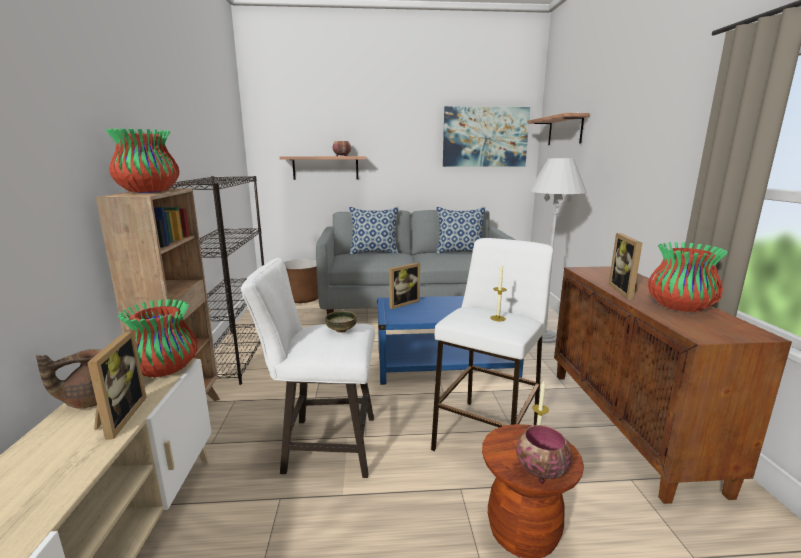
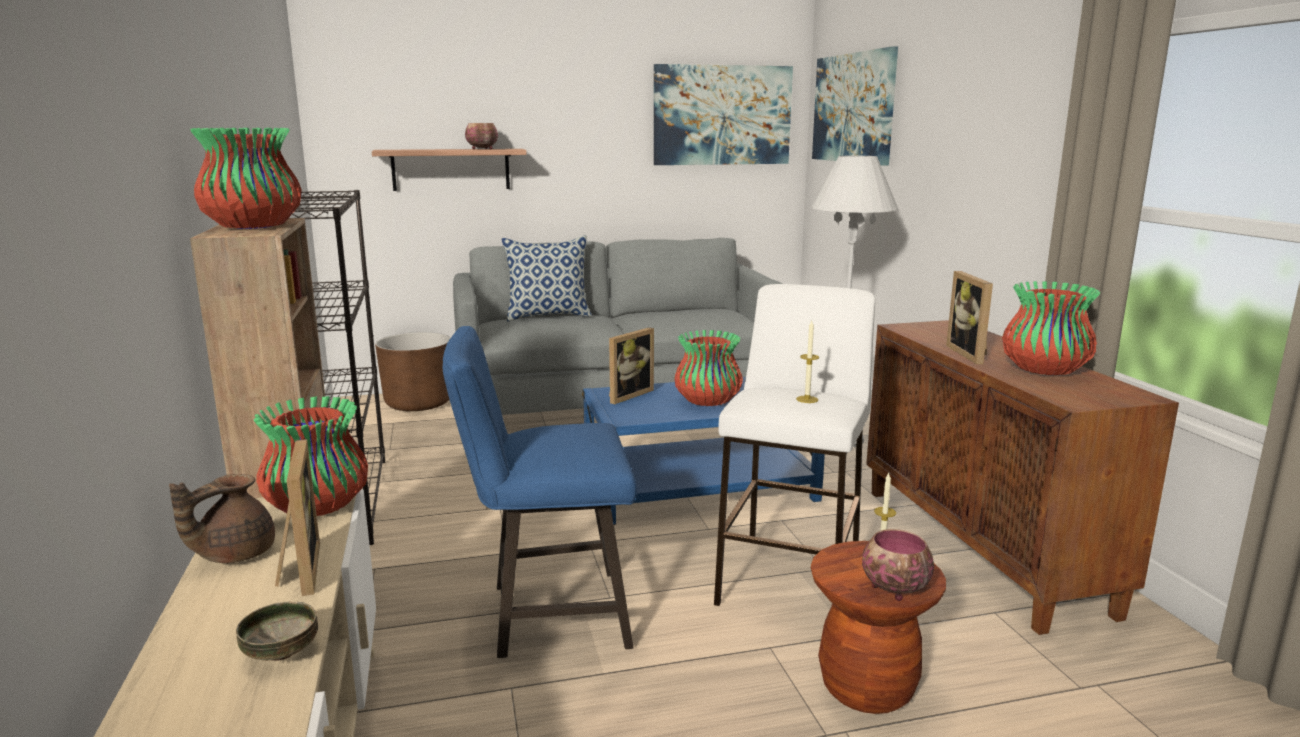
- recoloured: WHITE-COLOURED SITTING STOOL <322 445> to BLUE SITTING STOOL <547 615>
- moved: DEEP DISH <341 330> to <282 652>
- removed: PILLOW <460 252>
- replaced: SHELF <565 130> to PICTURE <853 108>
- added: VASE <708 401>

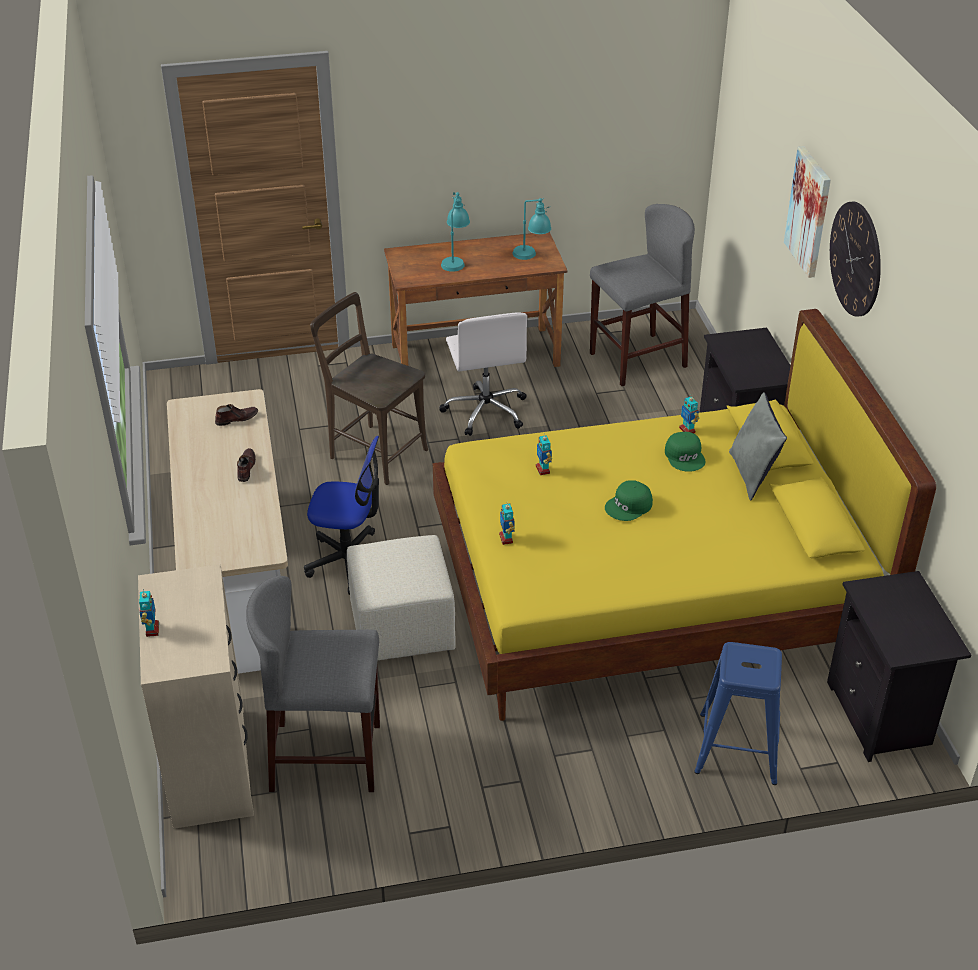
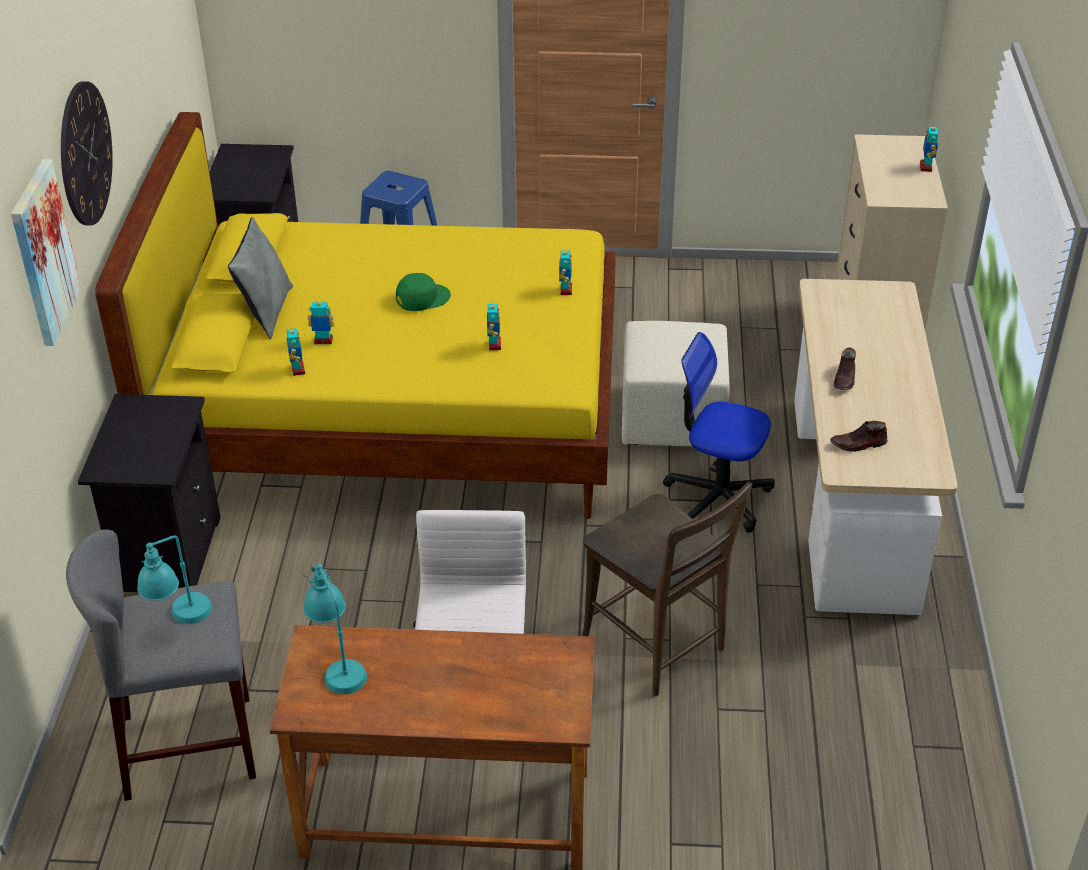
- removed: GREYISH SITTING STOOL <326 757>
- moved: TURQUOISE TABLETOP LAMP <455 259> to <180 621>
- replaced: GREENISH BASEBALL CAP <685 456> to TOY ROBOT <323 341>

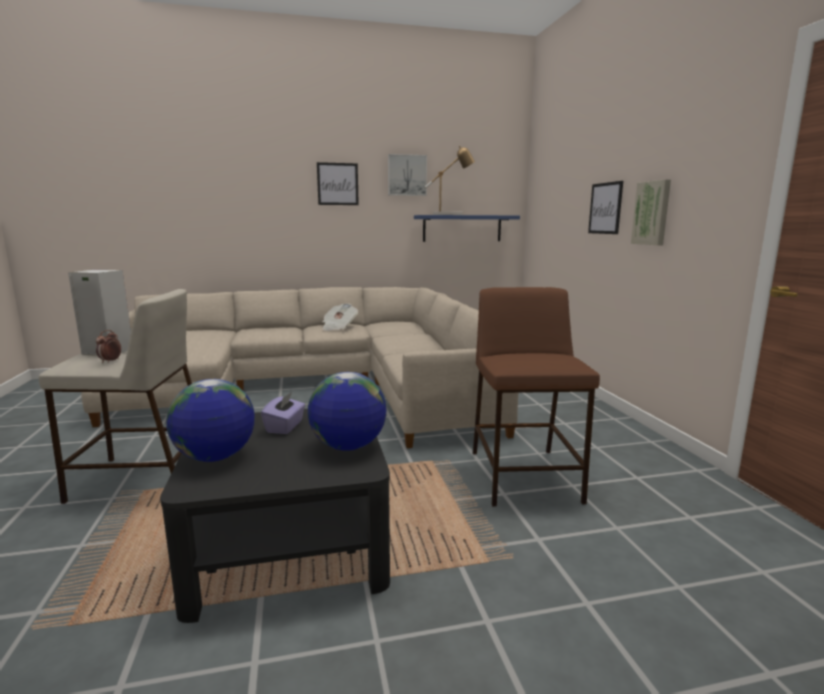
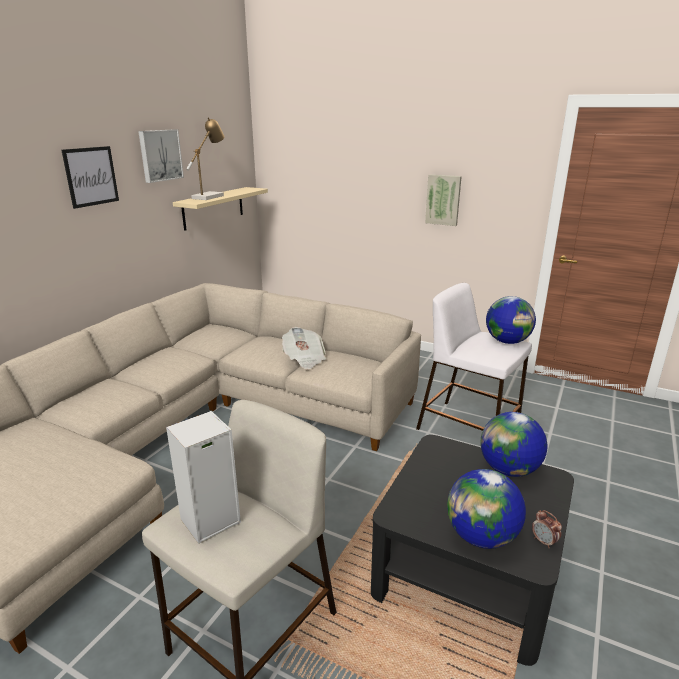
- moved: BEDSIDE CLOCK <110 361> to <544 542>
- removed: PURPLISH TISSUE HOLDER <285 427>
- moved: NEWSPAPER <338 327> to <304 359>
- recoloured: BLUE SHELF <462 228> to SAND-COLOURED SHELF <213 208>
- recoloured: BROWN SITTING STOOL <525 476> to WHITE-COLOURED SITTING STOOL <469 428>
- removed: PICTURE <605 208>
- added: DESK GLOBE <507 341>

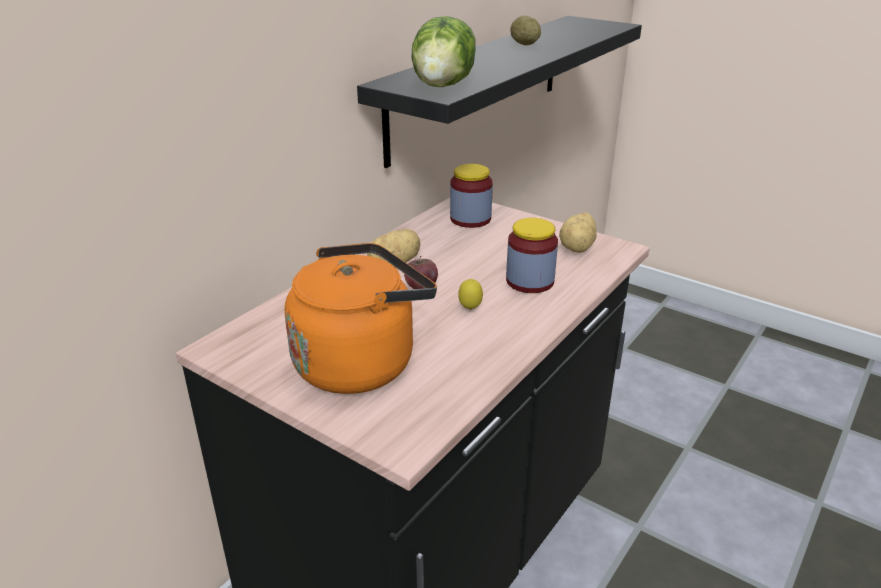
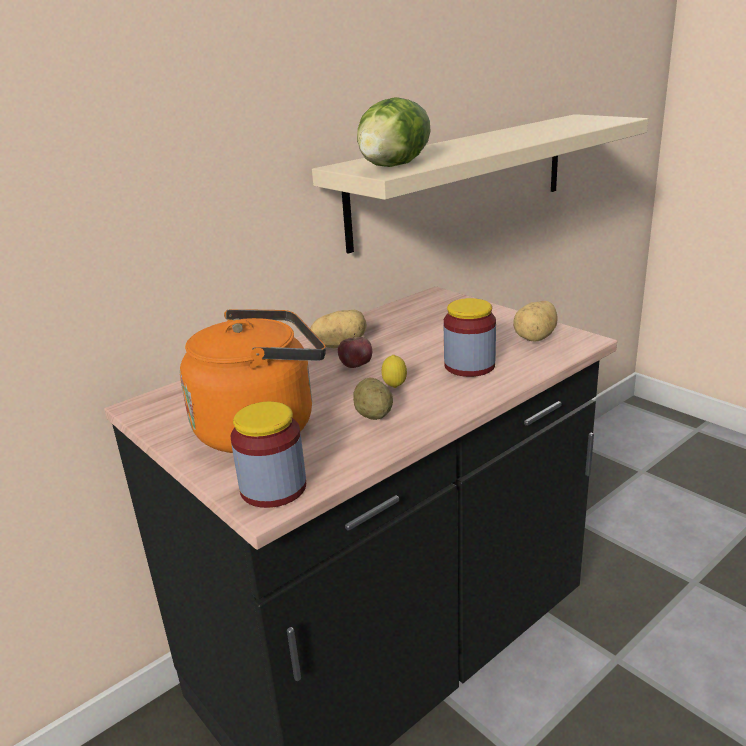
- recoloured: BLACK SHELF <479 84> to SAND-COLOURED SHELF <462 178>
- moved: JAR <470 219> to <273 488>
- moved: SPUD <524 44> to <373 415>

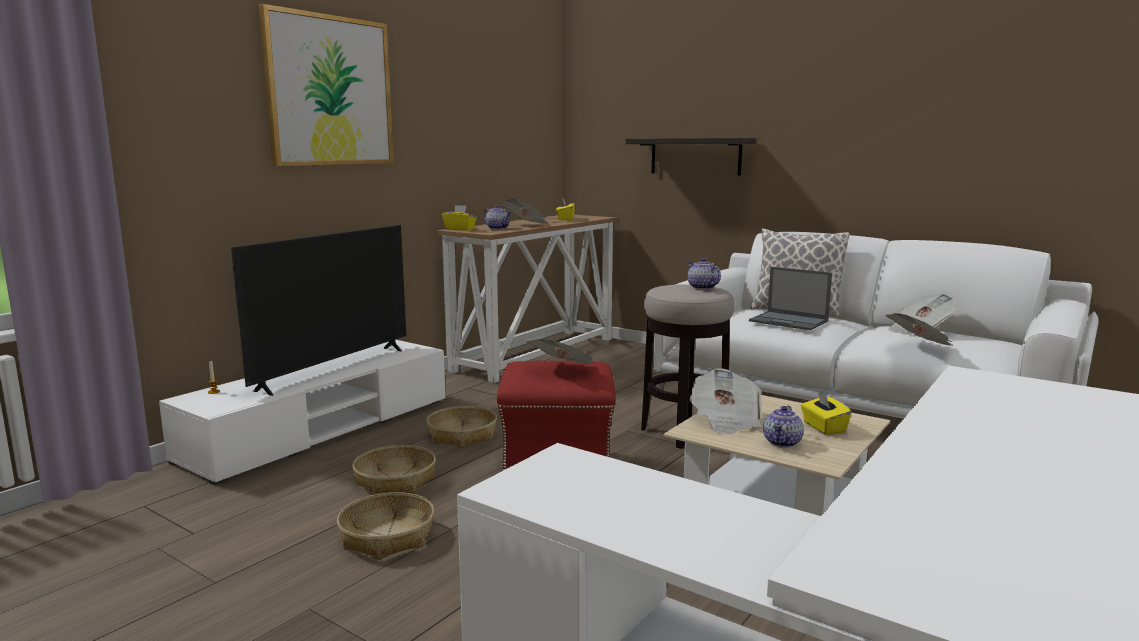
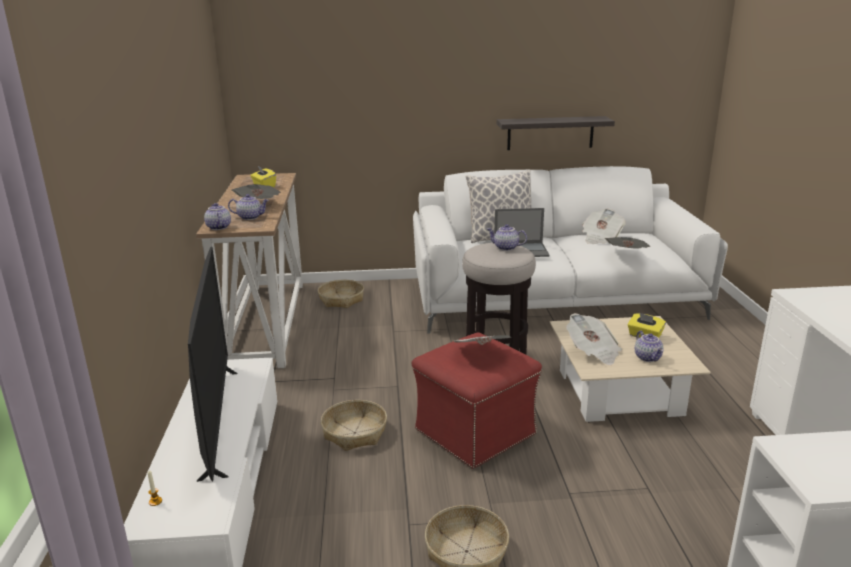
- removed: PICTURE <330 91>
- moved: HOUSEHOLD BASKET <395 481> to <341 300>
- replaced: YELLOW TISSUE HOLDER <460 229> to TEAPOT <218 227>
- moved: SHELF <695 156> to <550 133>

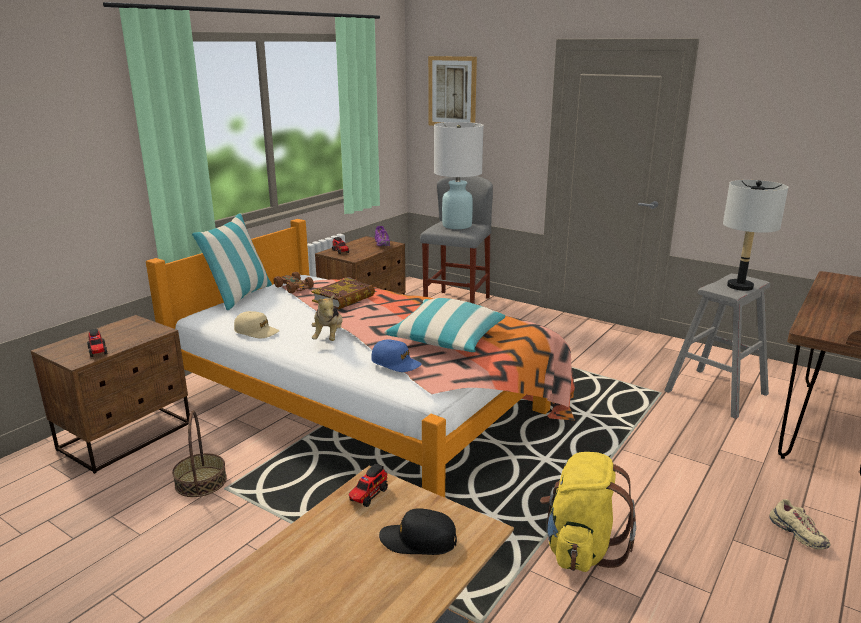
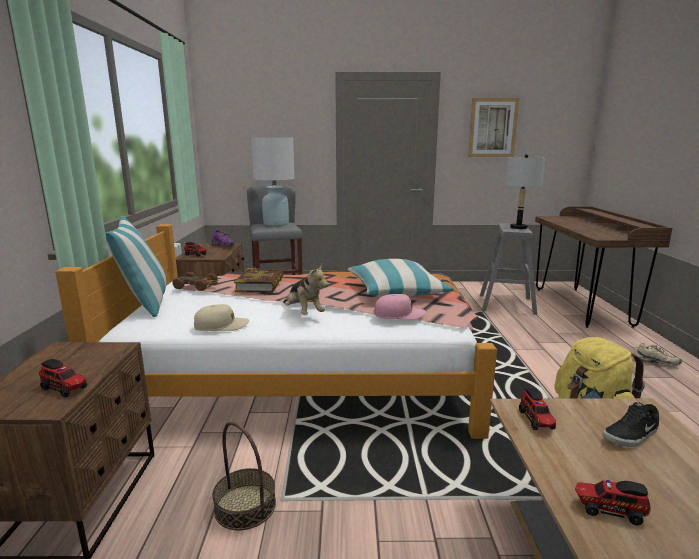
- recoloured: BLUE BASEBALL CAP <396 363> to PINK-COLOURED BASEBALL CAP <399 315>
- replaced: BLACK BASEBALL CAP <418 540> to BLACK LOW SHOE <631 435>
- moved: PICTURE <452 92> to <492 128>
- added: MODEL TRUCK <608 510>

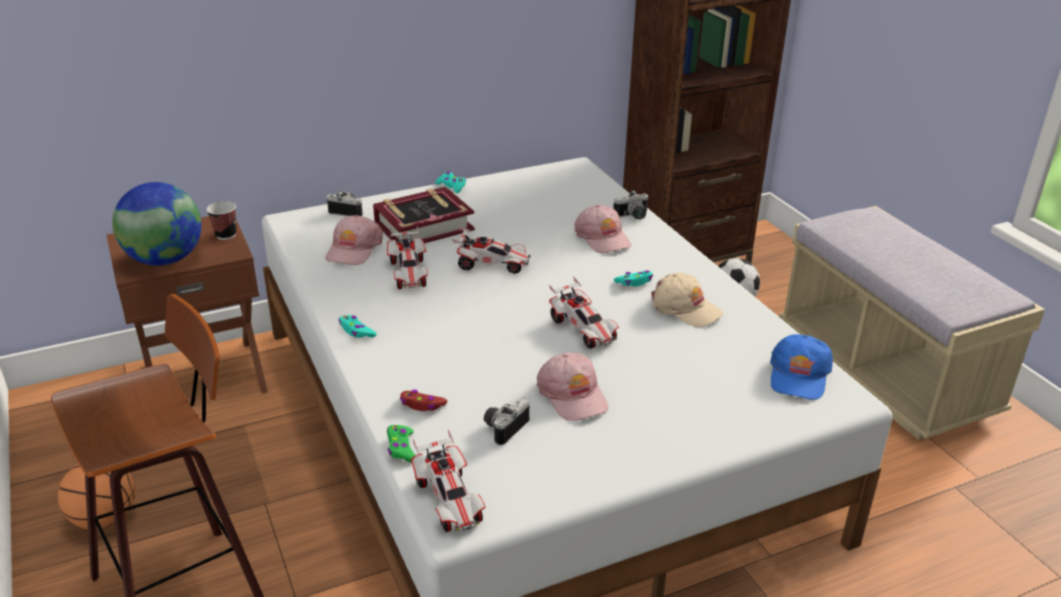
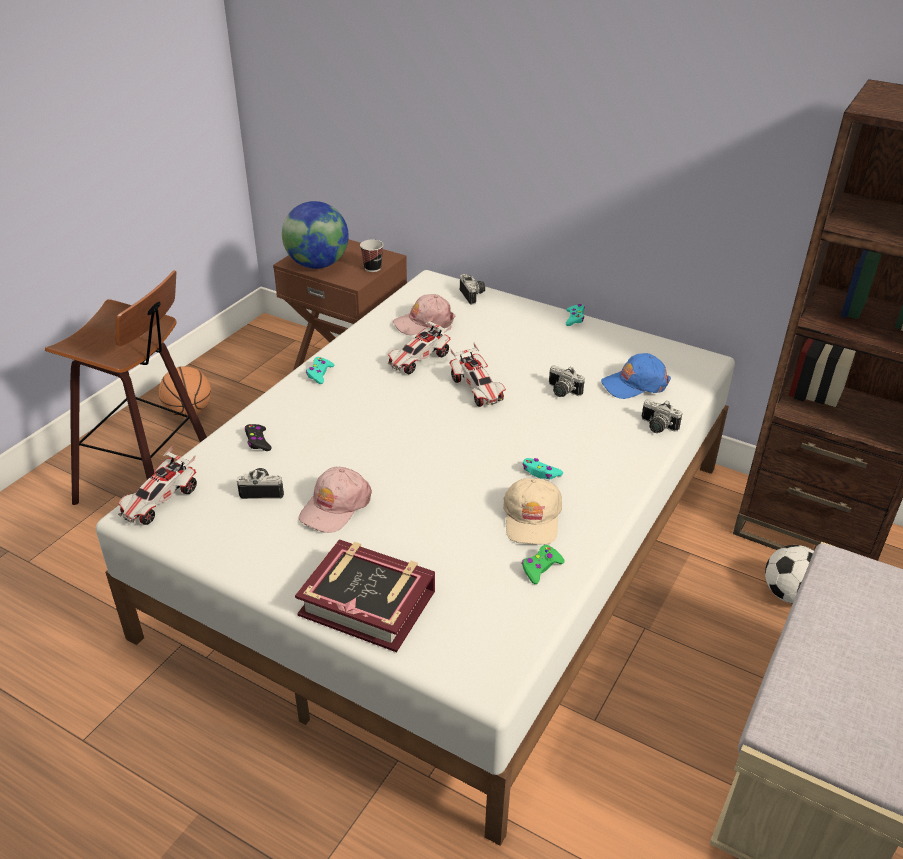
- moved: BOOK <423 226> to <368 602>
- moved: GREENISH GAMEPAD <401 448> to <541 568>
- recoloured: RED-COLOURED GAMEPAD <422 405> to BLACK GAMEPAD <258 441>
- removed: TOY CAR <583 329>
- removed: PINK-COLOURED BASEBALL CAP <603 237>
- moved: BLUE BASEBALL CAP <799 375> to <635 384>
- added: PHOTO CAMERA <561 392>

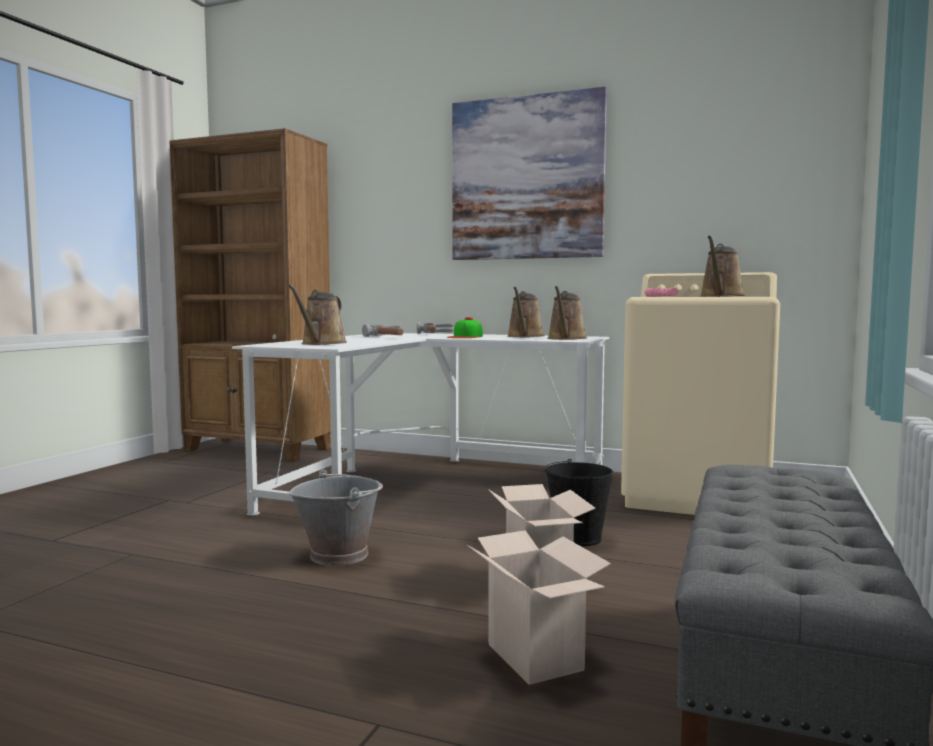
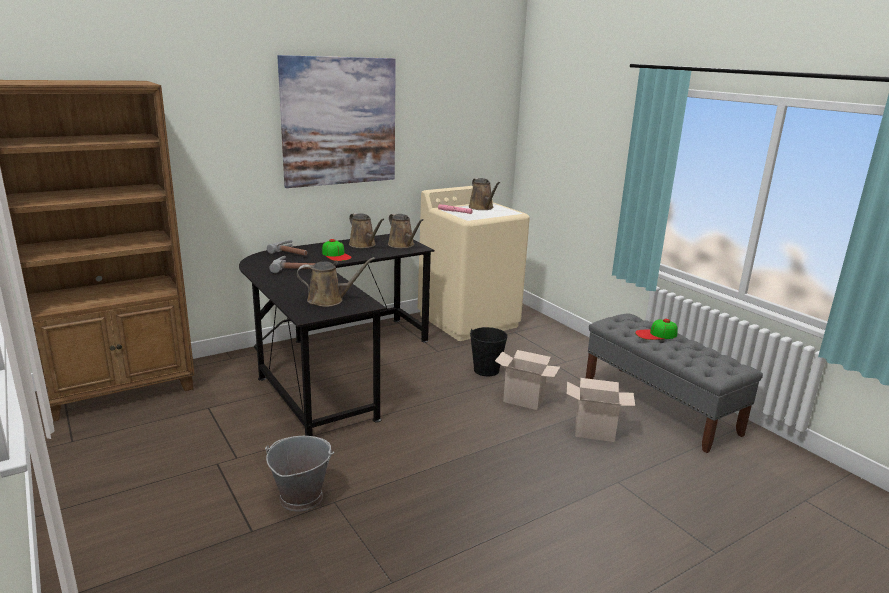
- recoloured: WHITE-COLOURED DESK <427 481> to BLACK DESK <332 366>
- turned: BROWN WATERING POT <321 343> = <329 300> 60 degrees counterclockwise
- moved: GREYISH PAIL <339 555> to <300 497>
- added: BASEBALL CAP <656 334>

